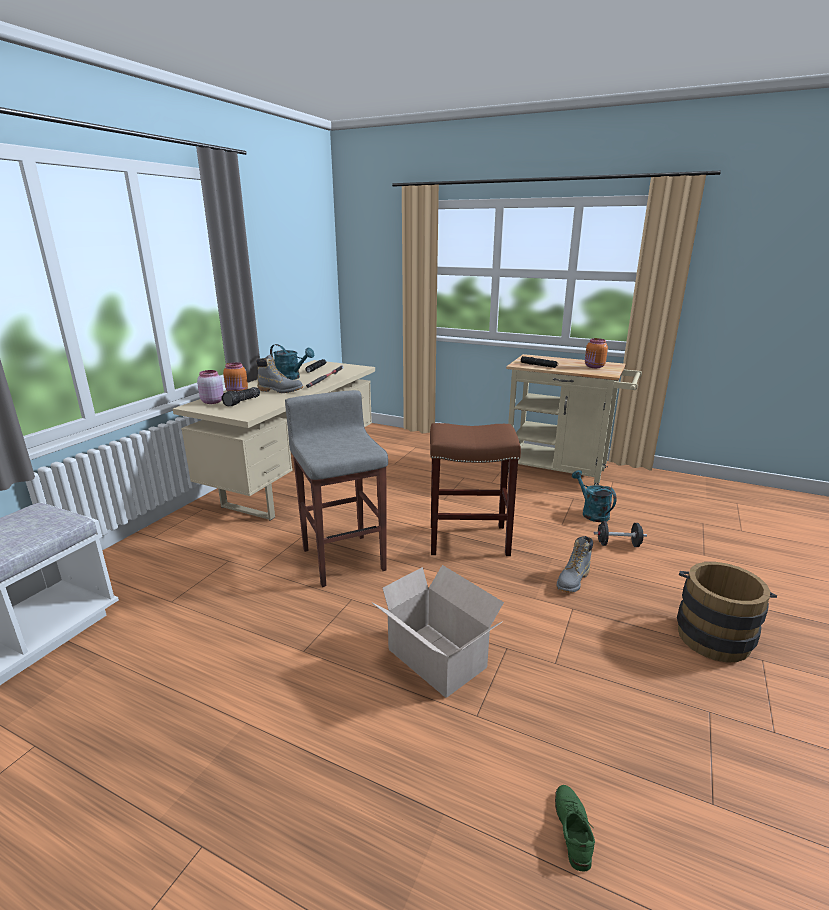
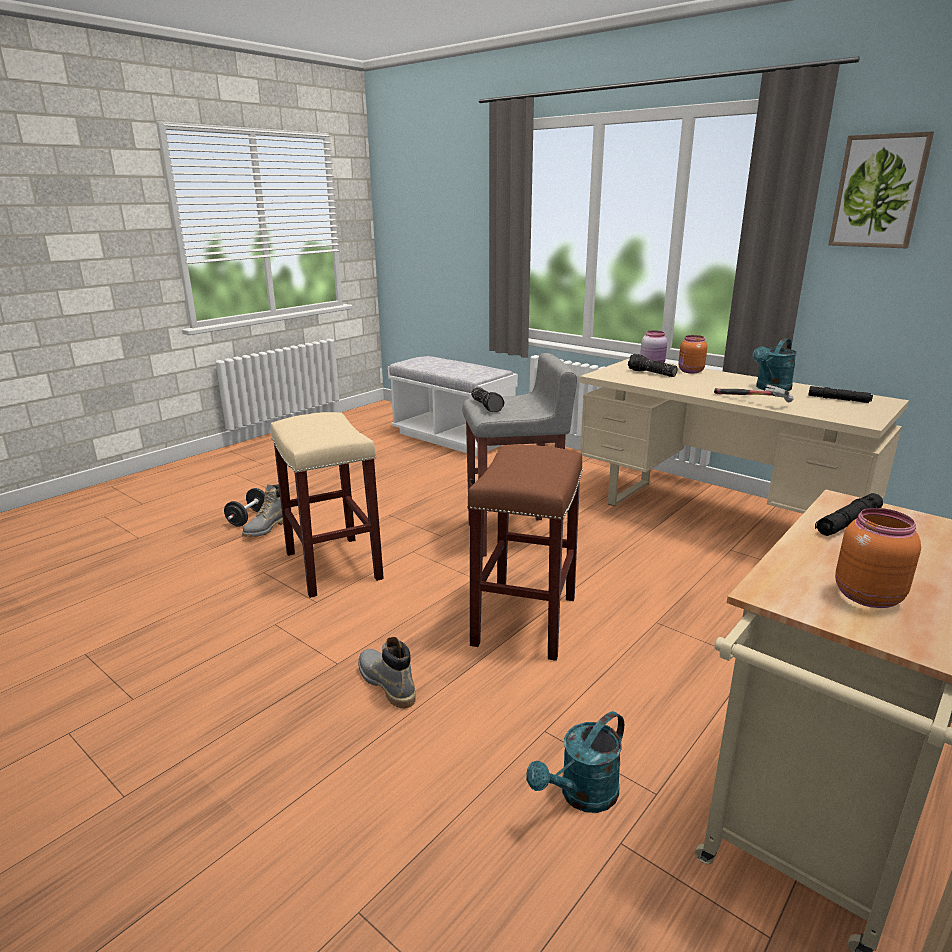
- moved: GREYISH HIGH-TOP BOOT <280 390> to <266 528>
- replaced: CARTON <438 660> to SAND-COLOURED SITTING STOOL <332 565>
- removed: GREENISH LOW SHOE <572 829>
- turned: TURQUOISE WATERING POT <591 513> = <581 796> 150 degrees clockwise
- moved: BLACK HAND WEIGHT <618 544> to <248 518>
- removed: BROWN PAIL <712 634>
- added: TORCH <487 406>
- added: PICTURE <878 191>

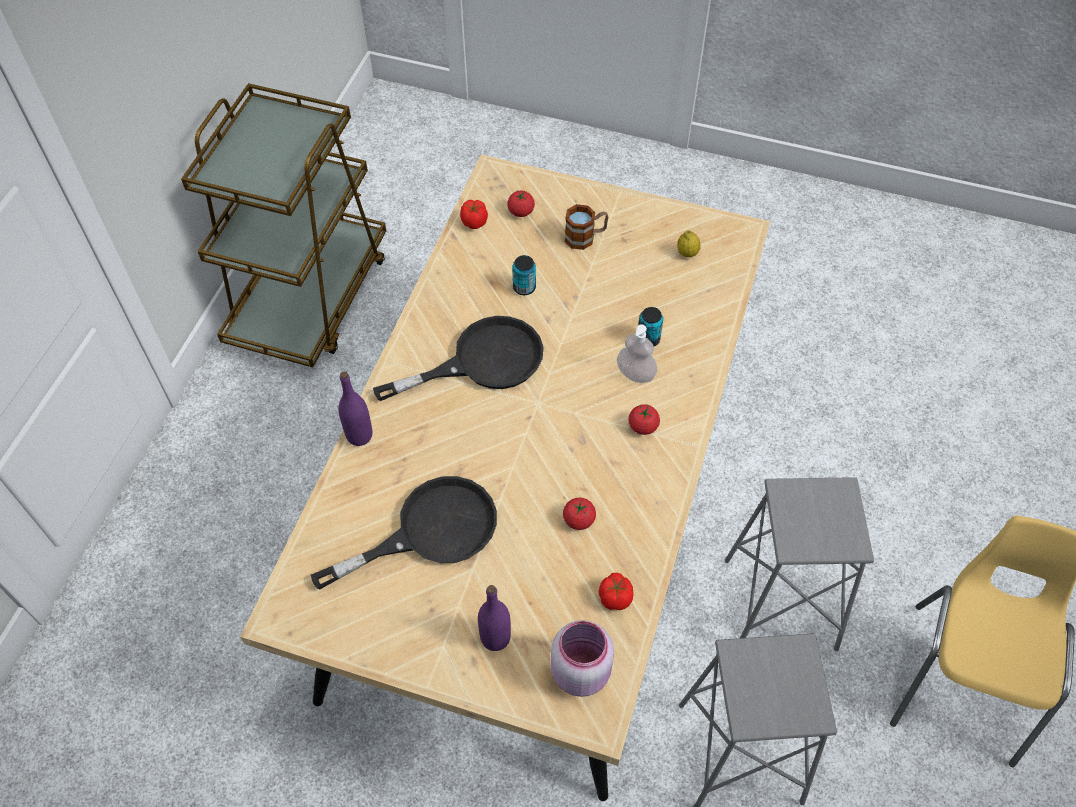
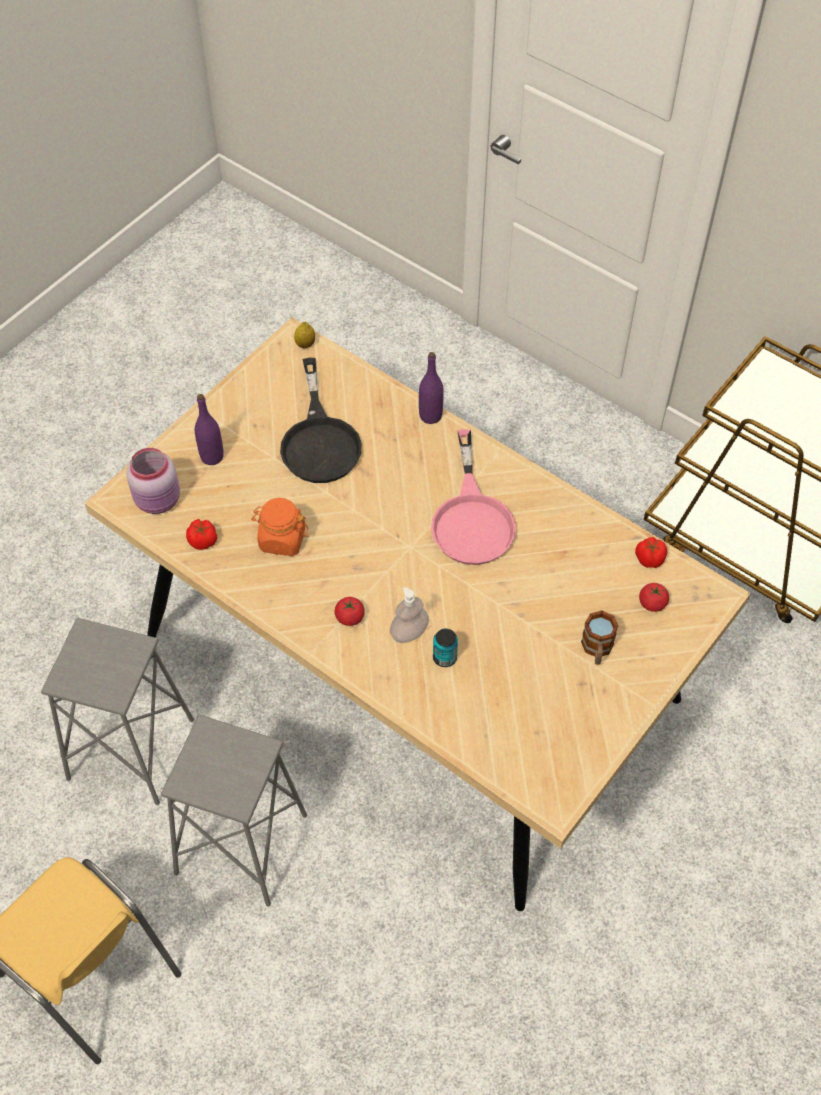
- recoloured: BLACK SKILLET <482 361> to PINK-COLOURED SKILLET <472 518>
- removed: SEALED CAN <524 288>
- replaced: FRESH TOMATO <579 520> to ORANGE-COLOURED JAR <282 539>
- moved: CITRUS FRUIT <687 253> to <305 344>

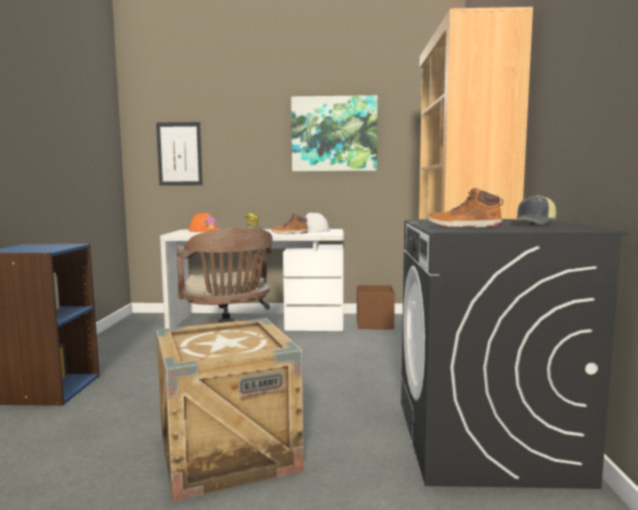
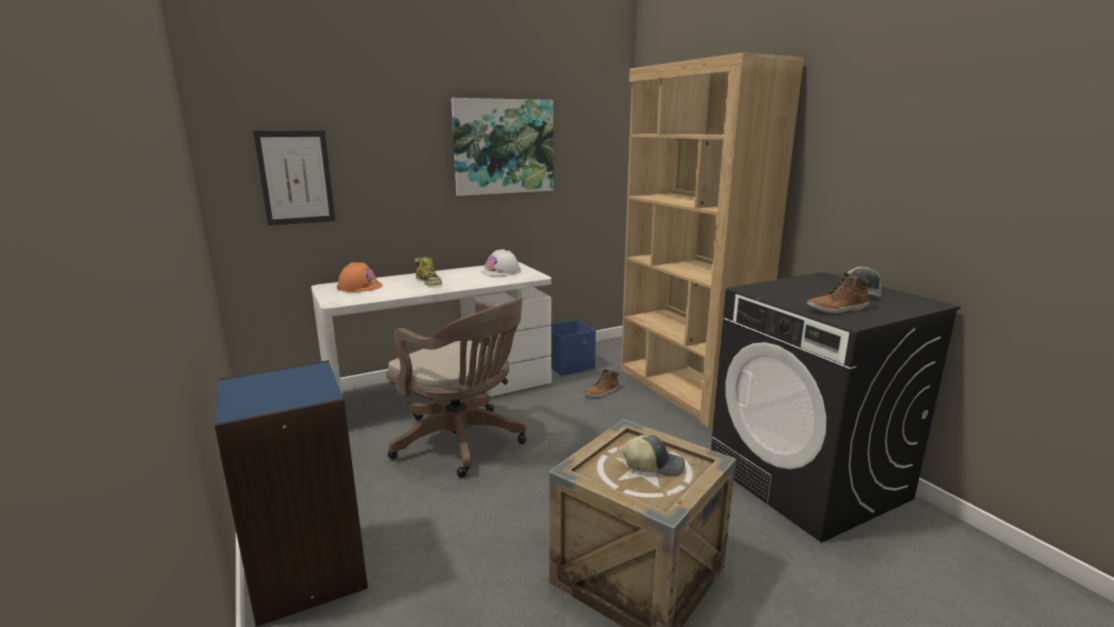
- moved: HIGH-TOP BOOT <289 233> to <602 393>
- recoloured: BROWN STORAGE BIN <375 324> to BLUE STORAGE BIN <569 365>
- added: BASEBALL CAP <653 465>

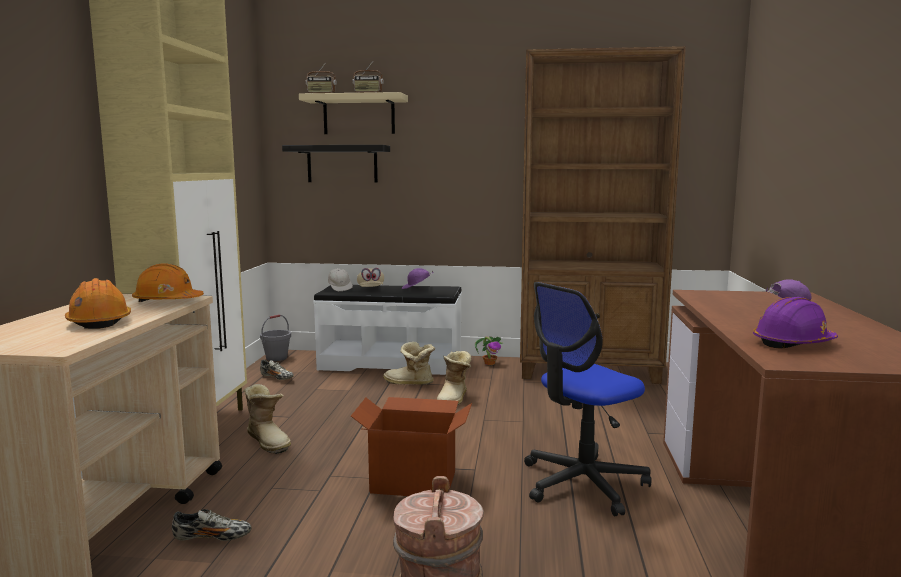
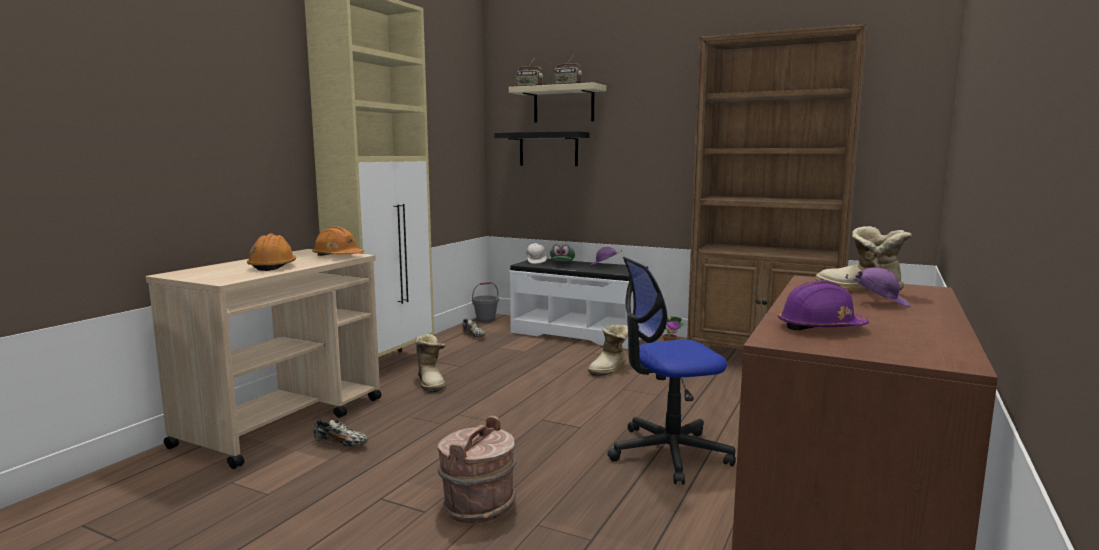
- removed: CARTON <413 482>
- recoloured: SAND-COLOURED BASEBALL CAP <371 289> to GREENISH BASEBALL CAP <562 264>
- moved: HIGH-TOP BOOT <409 384> to <859 291>

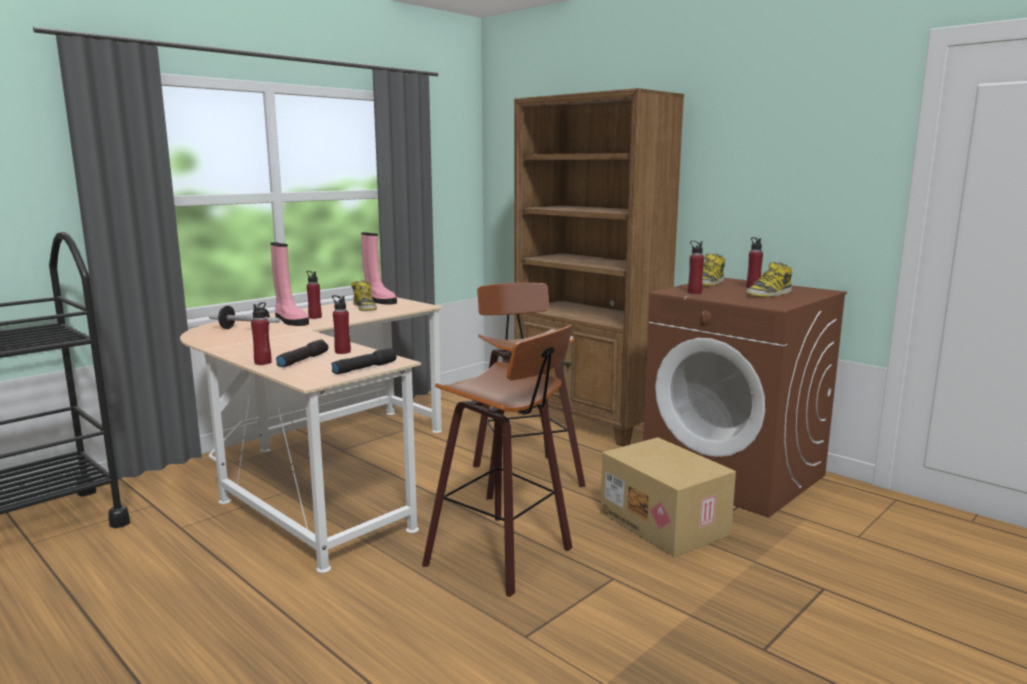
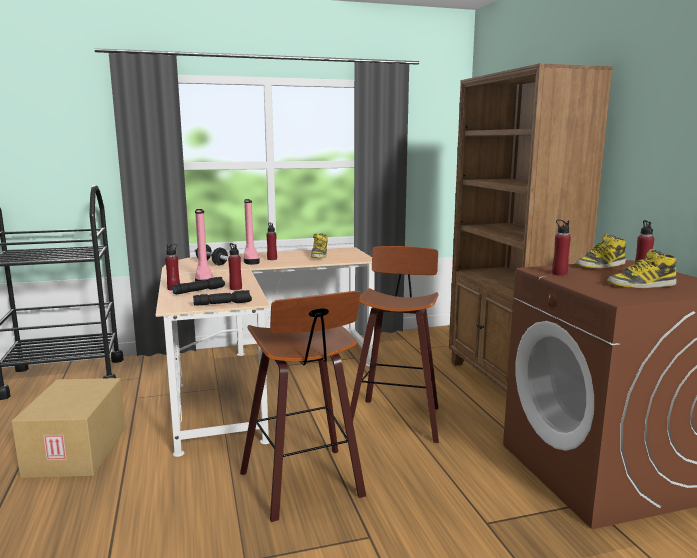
- moved: PINK-COLOURED HIGH-TOP BOOT <379 301> to <203 280>
- moved: CARTON <665 523> to <78 451>

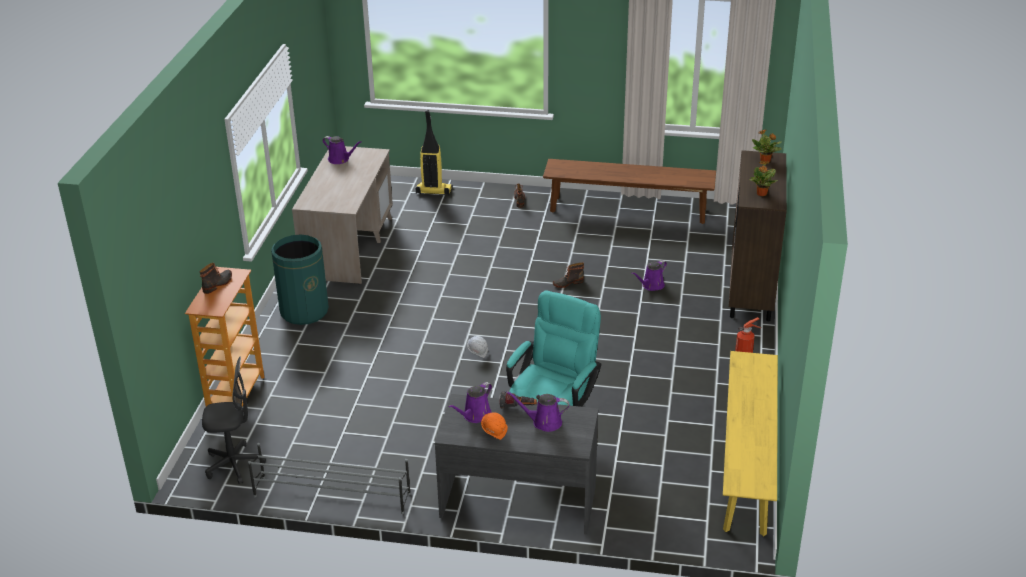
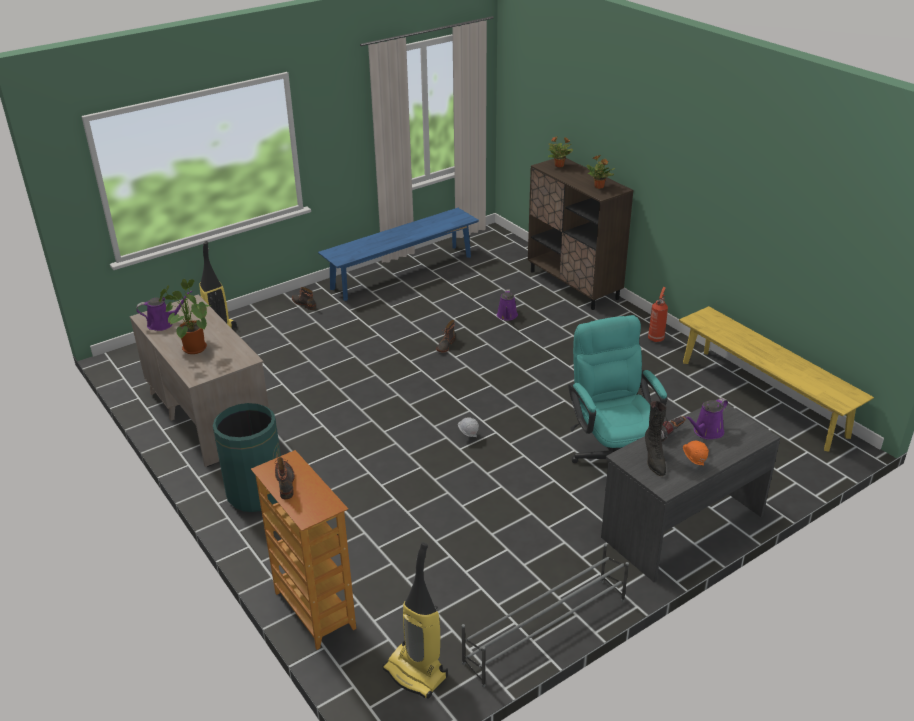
- replaced: GREYISH DESK CHAIR <234 464> to VACUUM <417 673>
- replaced: PURPLISH WATERING POT <475 416> to BLACK HIGH-TOP BOOT <654 460>
- recoloured: BROWN LONG SEAT <628 210> to BLUE LONG SEAT <402 272>
- added: PLANT IN A POT <192 348>

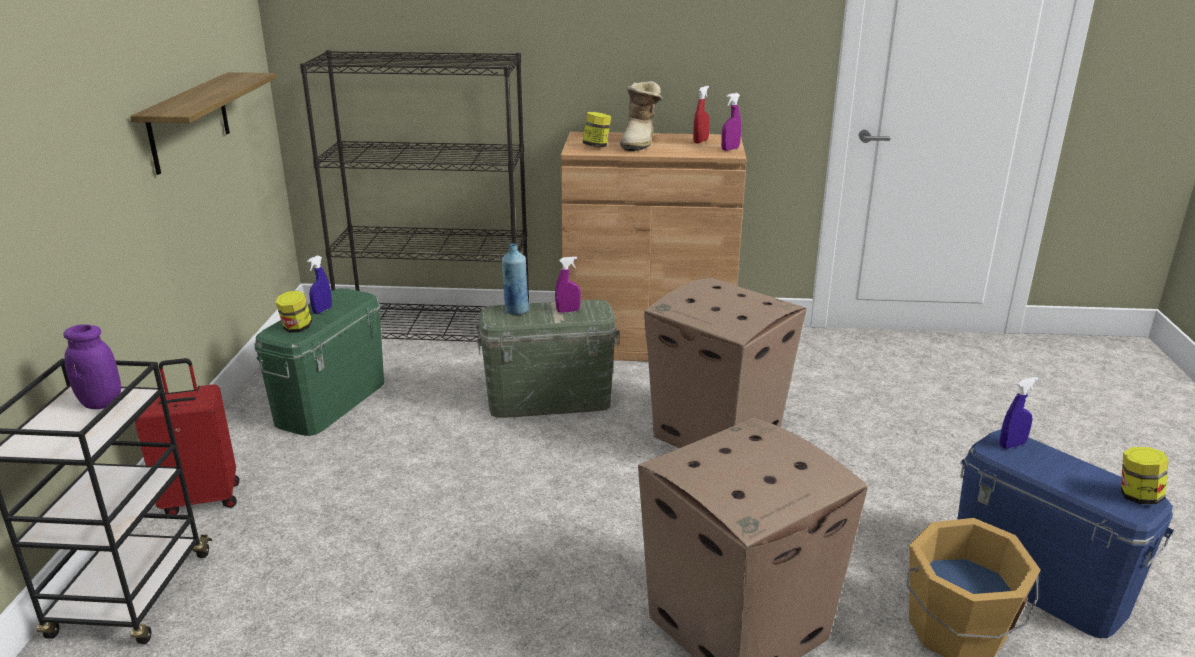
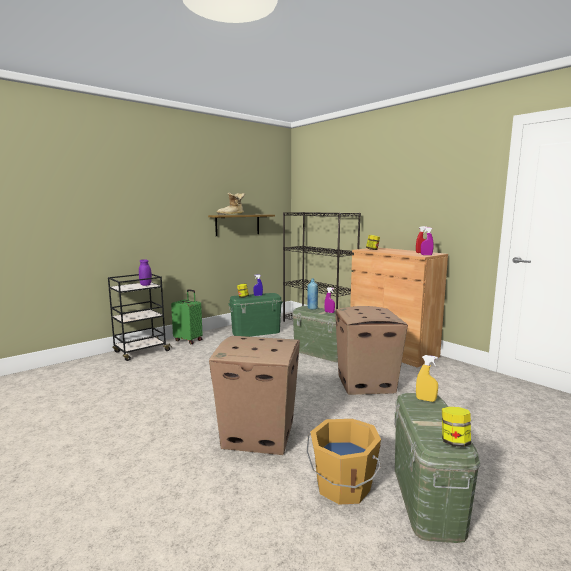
- recoloured: RED-COLOURED SUITCASE <202 498> to GREENISH SUITCASE <188 340>
- moved: HIGH-TOP BOOT <640 142> to <232 214>
- recoloured: BLUE STORAGE BIN <1039 581> to GREENISH STORAGE BIN <427 498>
- recoloured: BLUE HAND SPRAYER <1012 445> to YELLOW HAND SPRAYER <426 400>

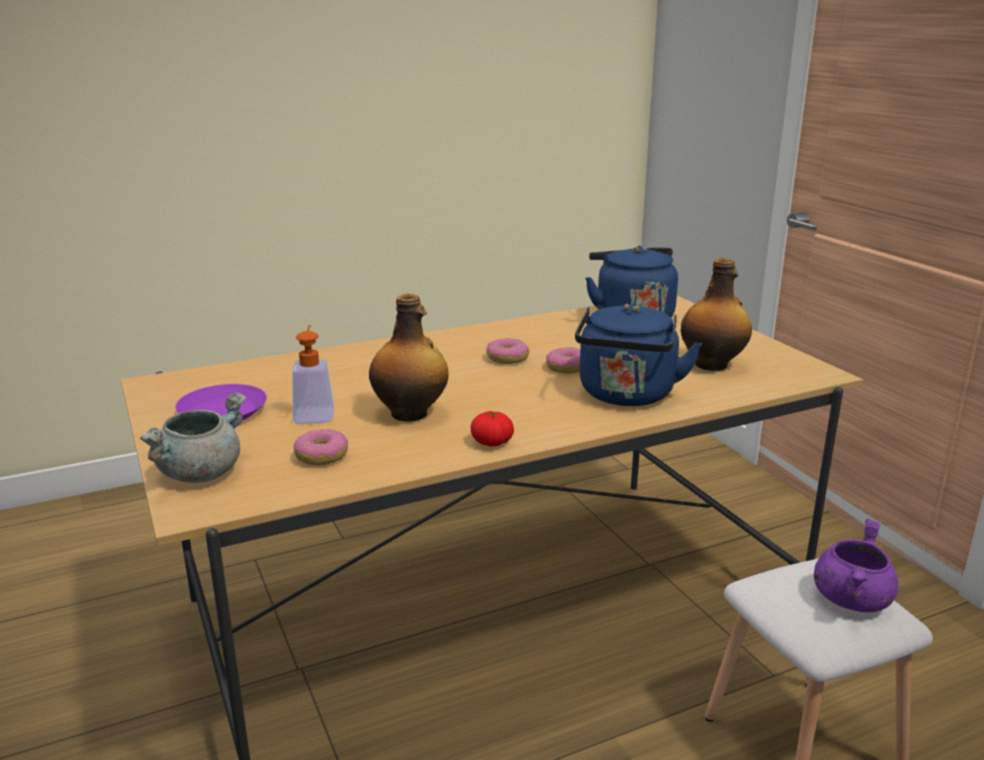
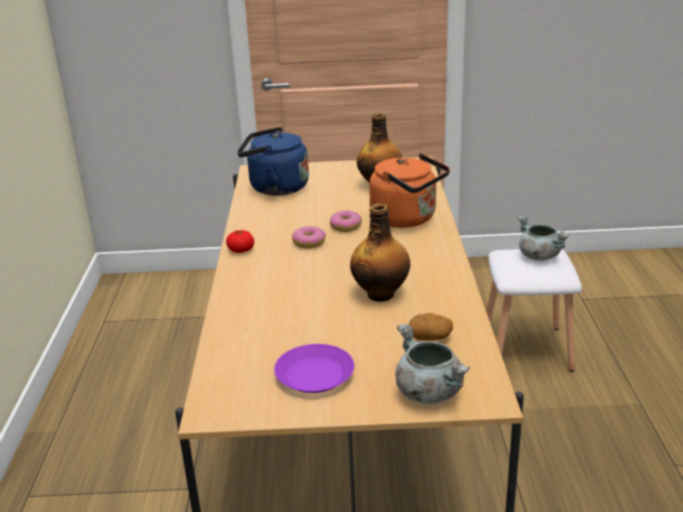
- removed: SOAP DISPENSER <314 413>
- replaced: RING DOUGHNUT <321 456> to SPUD <430 337>
- moved: FRESH TOMATO <492 442> to <241 250>
- recoloured: BLUE TEA KETTLE <626 396> to ORANGE-COLOURED TEA KETTLE <407 219>
- recoloured: PURPLISH COOKING POT <851 599> to GREYISH COOKING POT <538 256>

